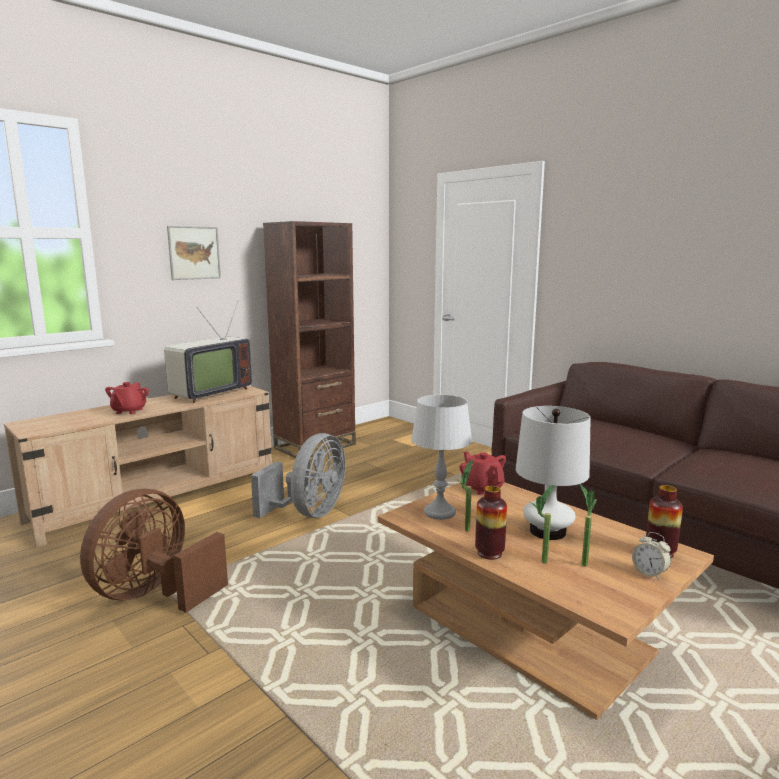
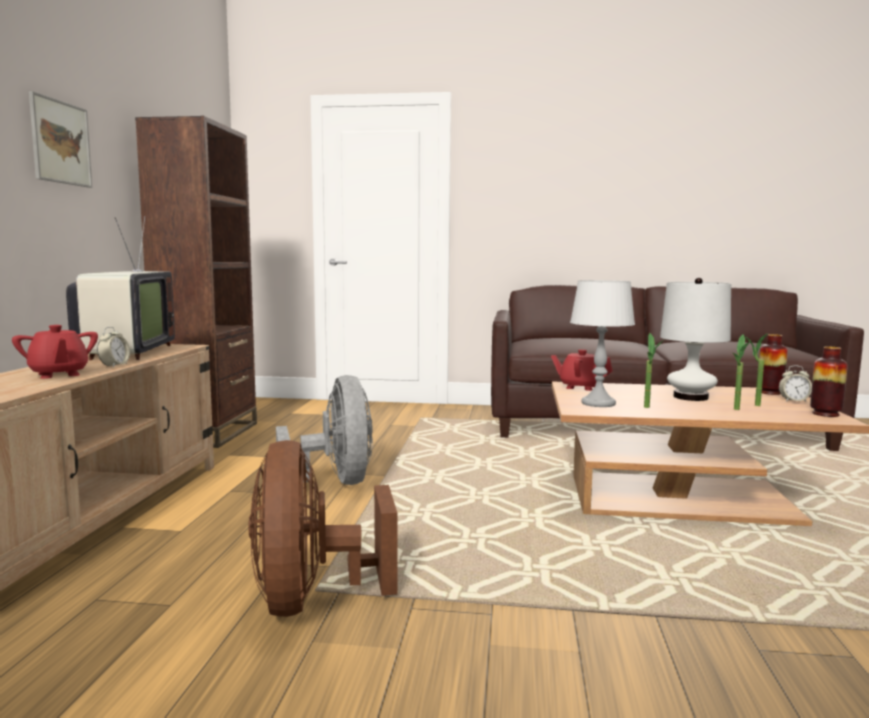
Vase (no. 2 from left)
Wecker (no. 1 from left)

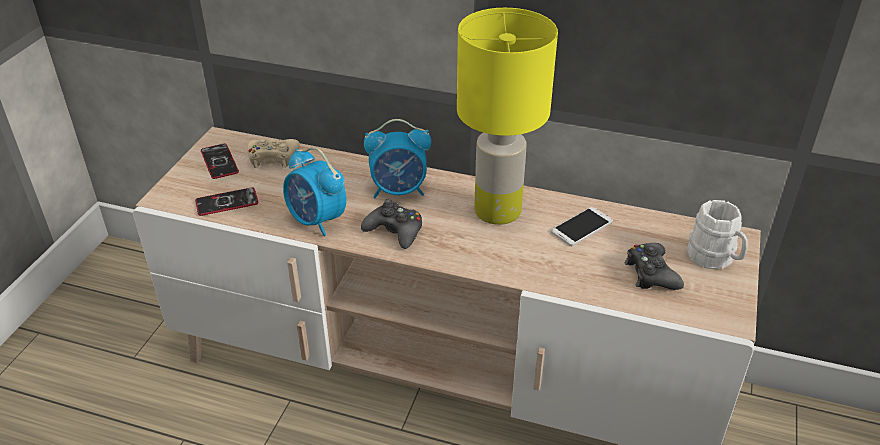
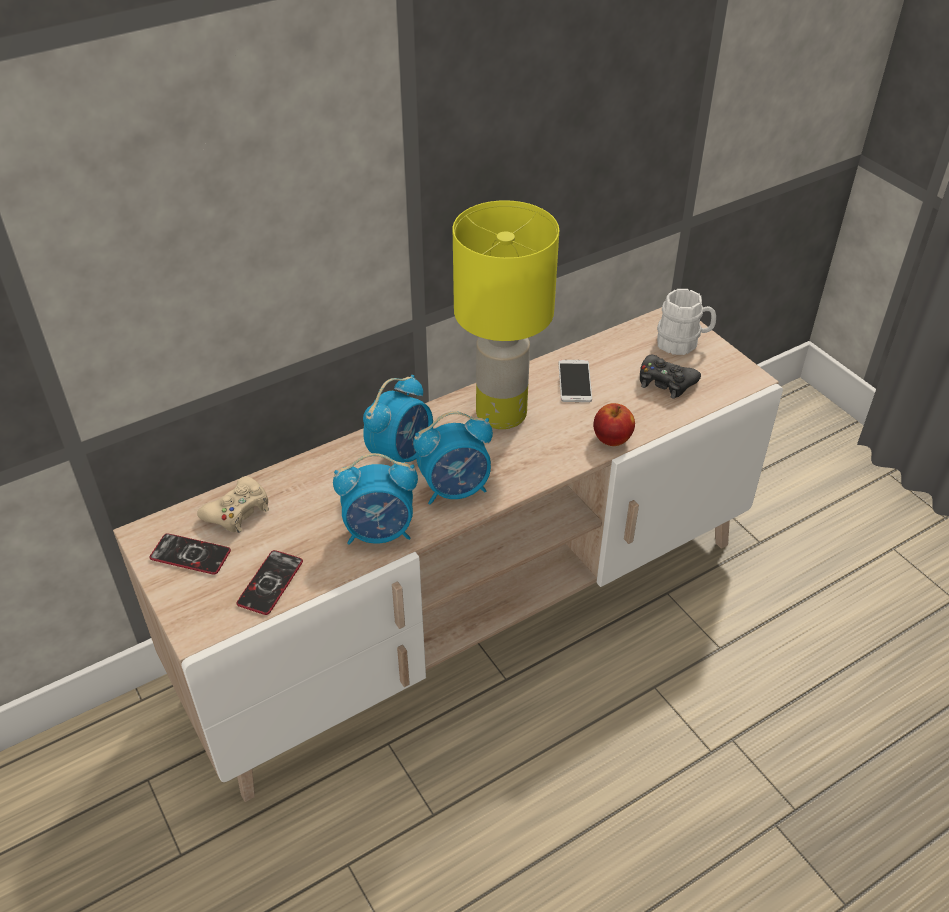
Wecker (no. 3 from left)
Apfel

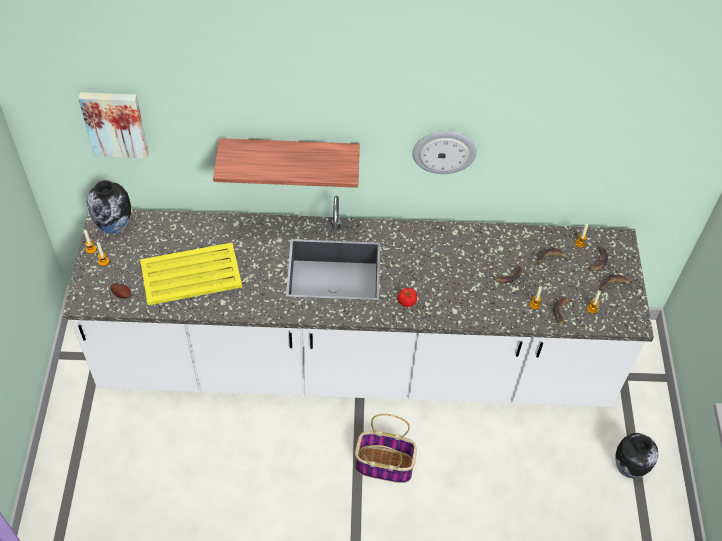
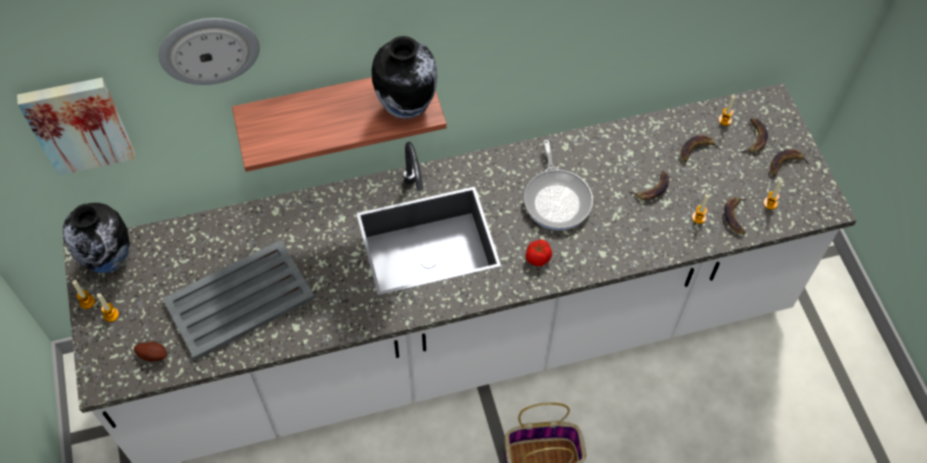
Tablett (grau)
Wanduhr
Vase (no. 2 from left)
Pfanne

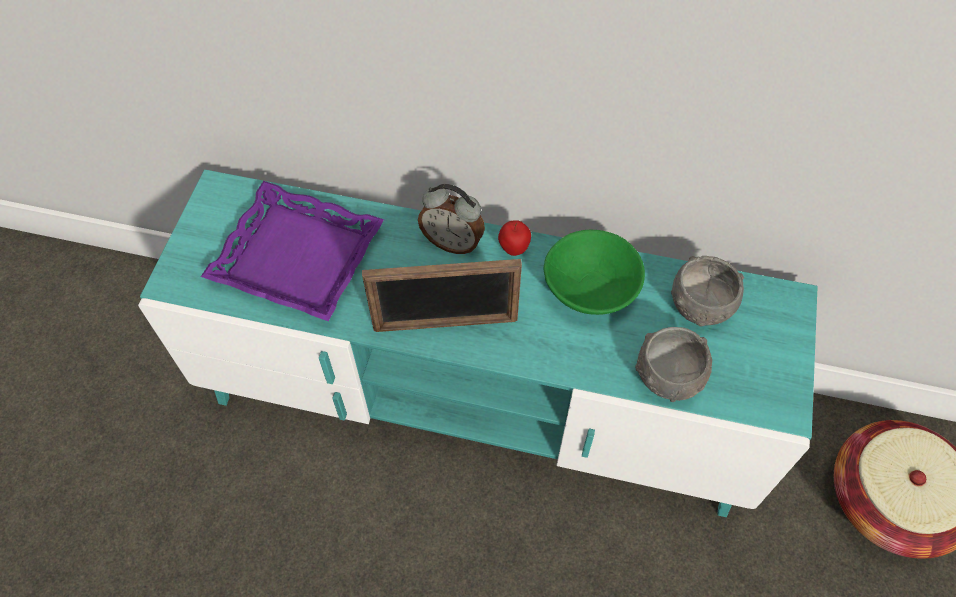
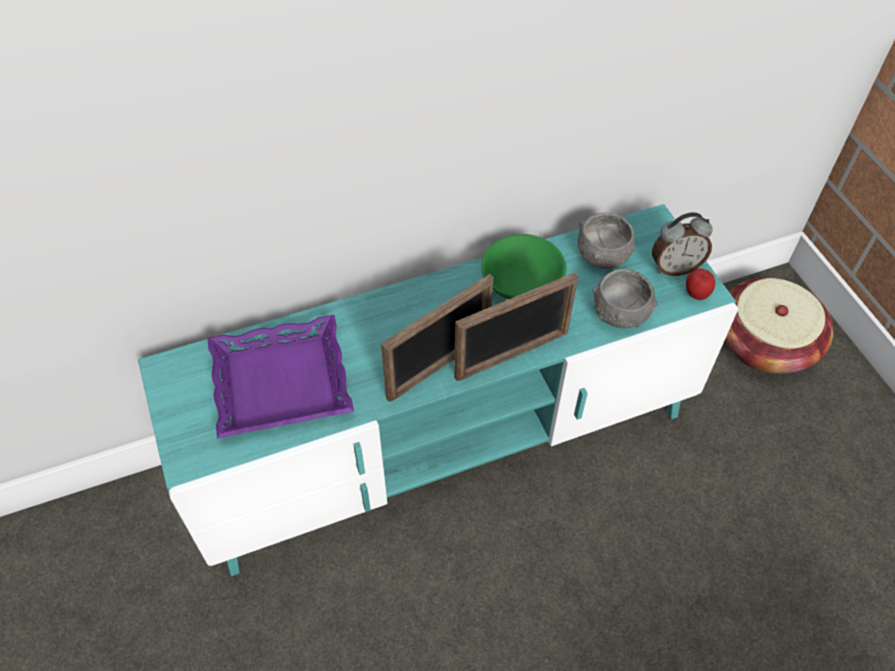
Wecker
Apfel
Bilderrahmen (no. 2 from left)

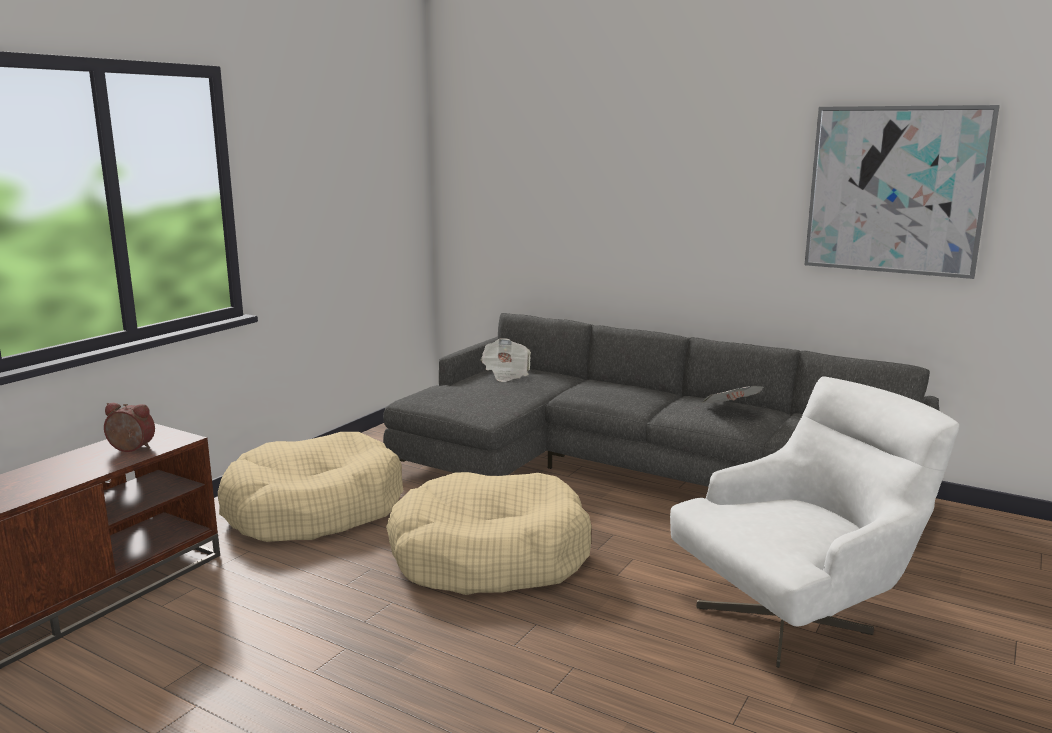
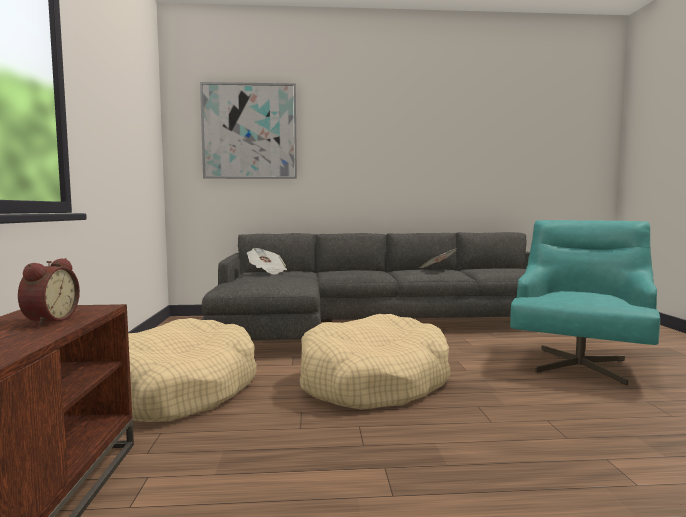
Wecker
Sessel (türkis)
Bild

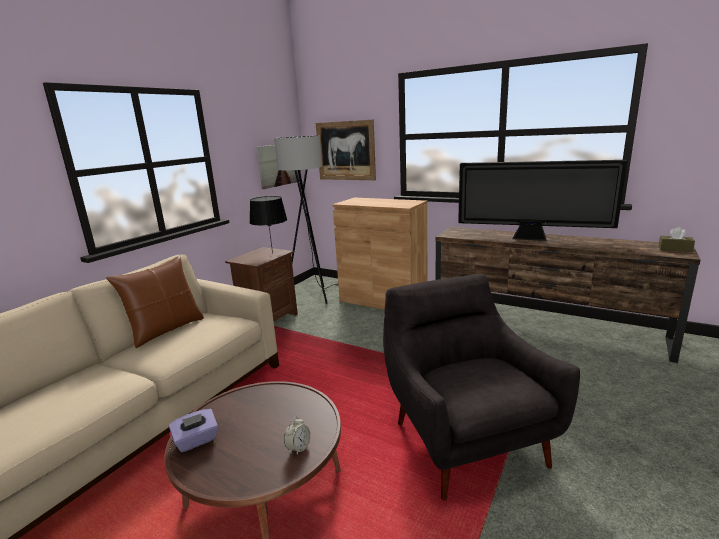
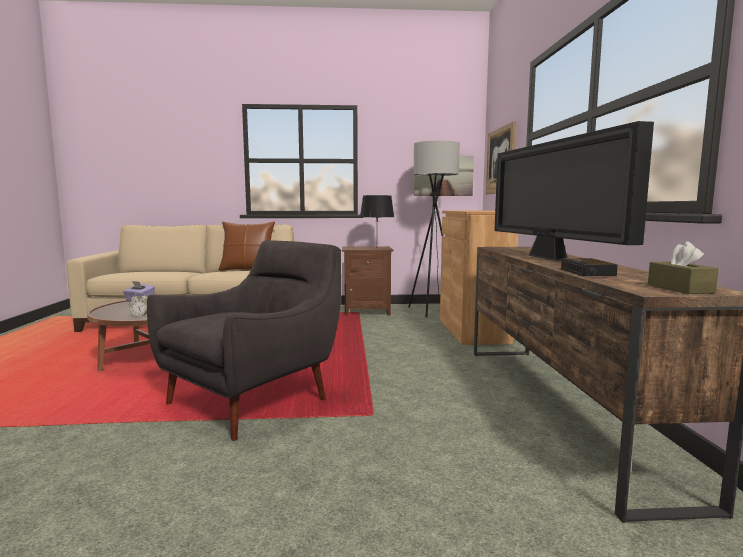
Wecker (no. 2 from left)

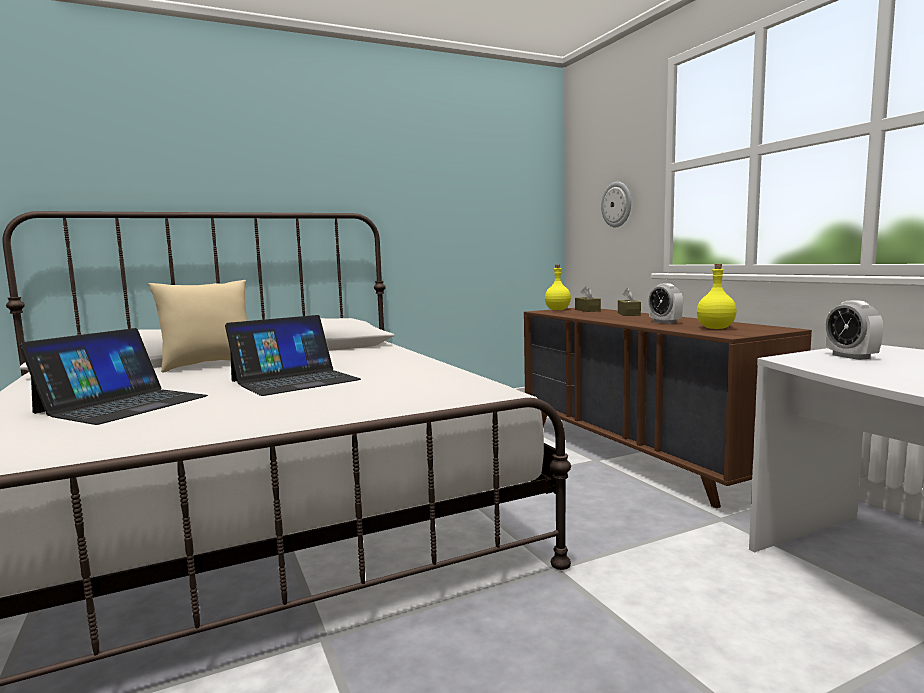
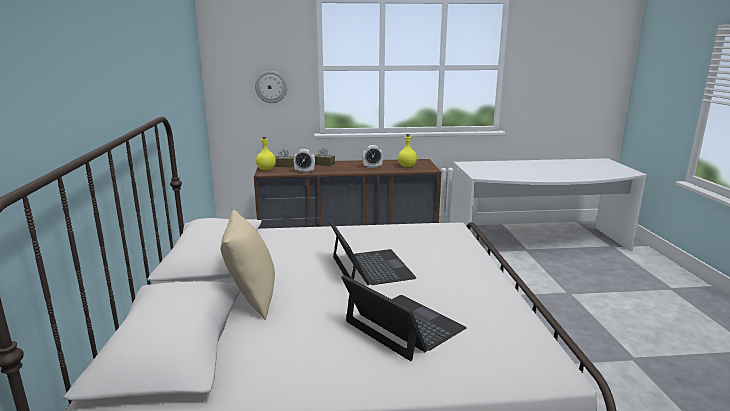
Wecker (no. 1 from left)

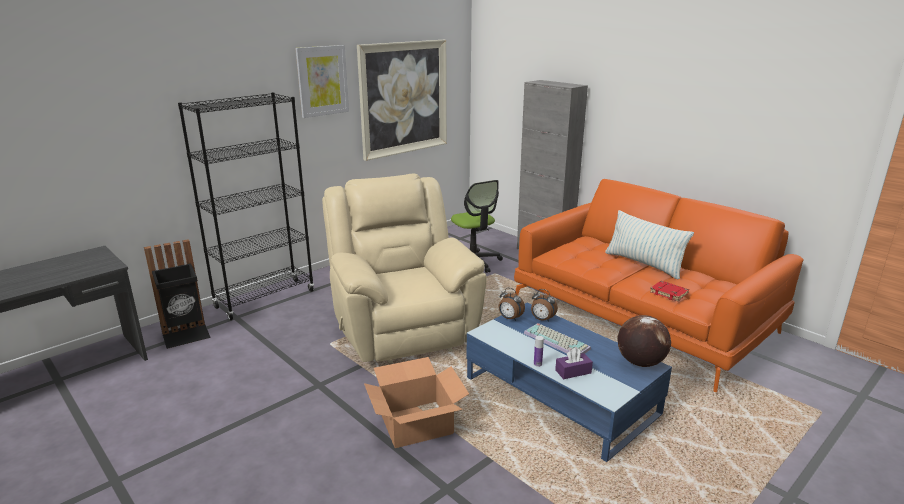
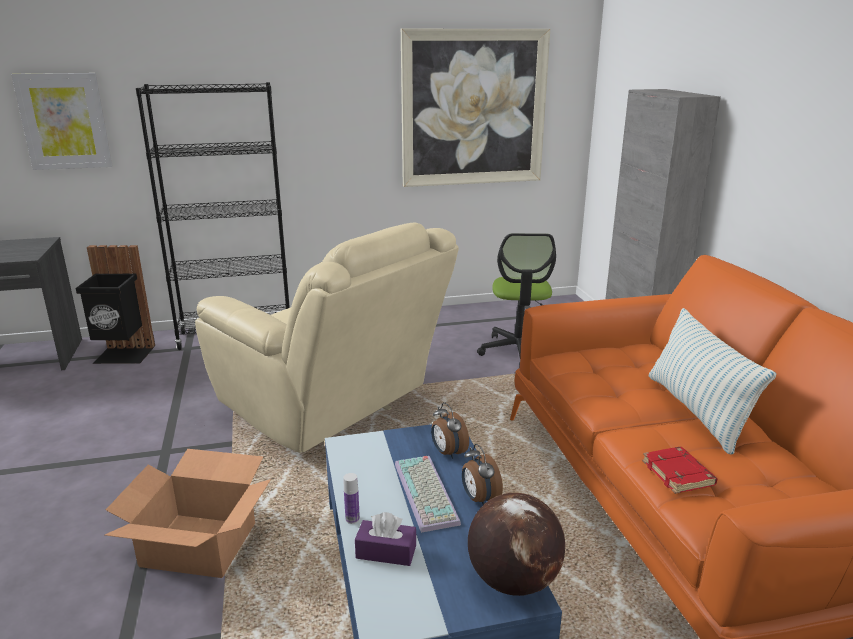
Bild (no. 1 from left)
Sessel (beige)
Wecker (no. 2 from left)

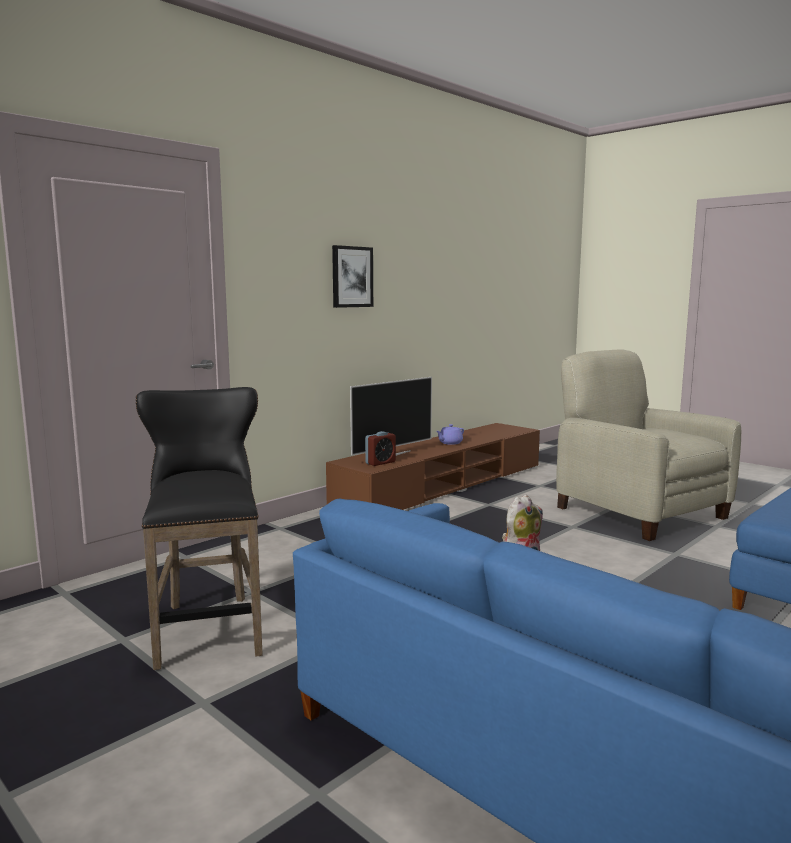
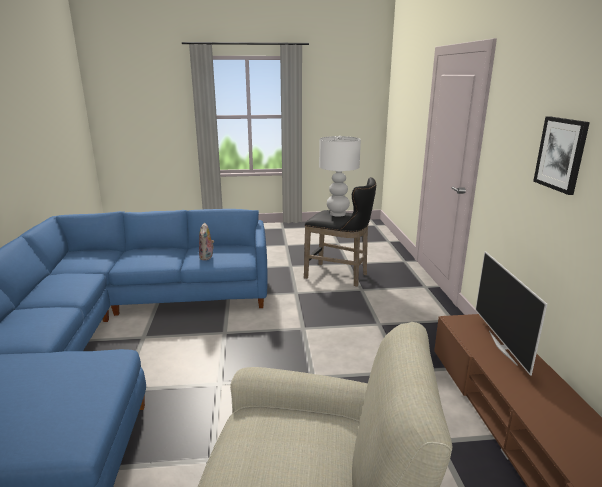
Wecker
Teekanne (lila)
Tischlampe (weiß)

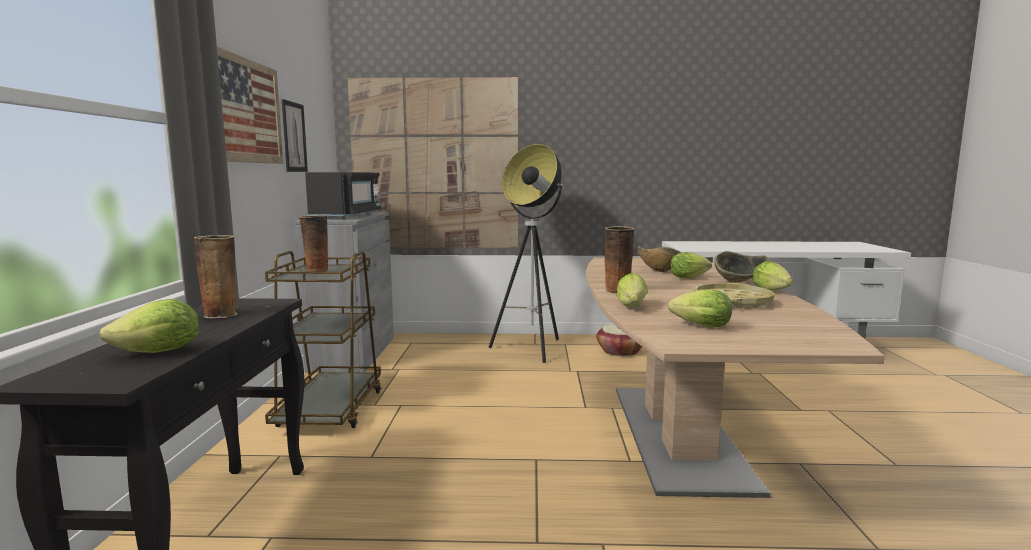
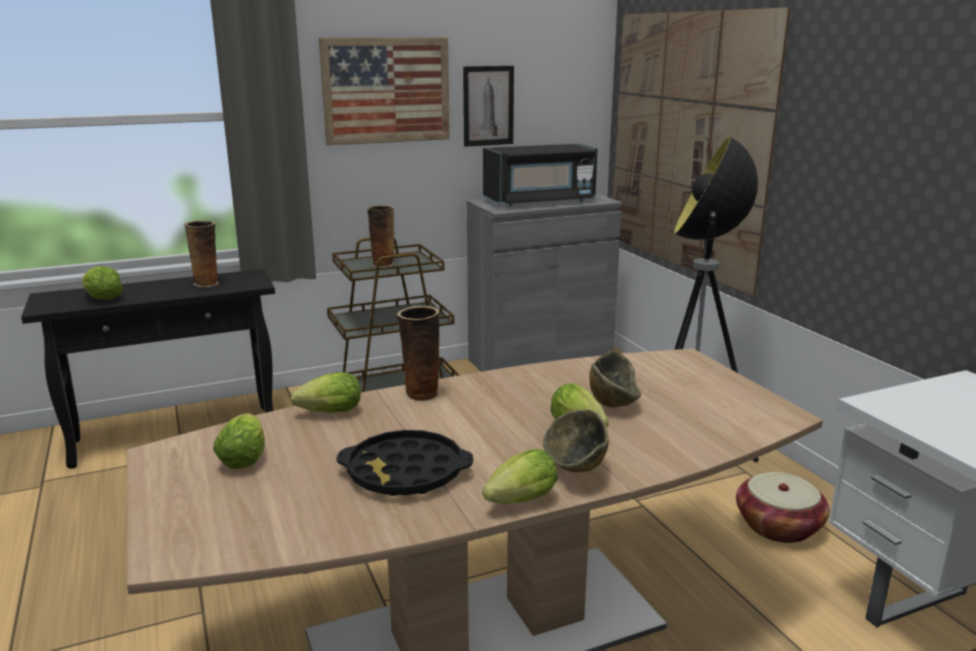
Tablett (schwarz)

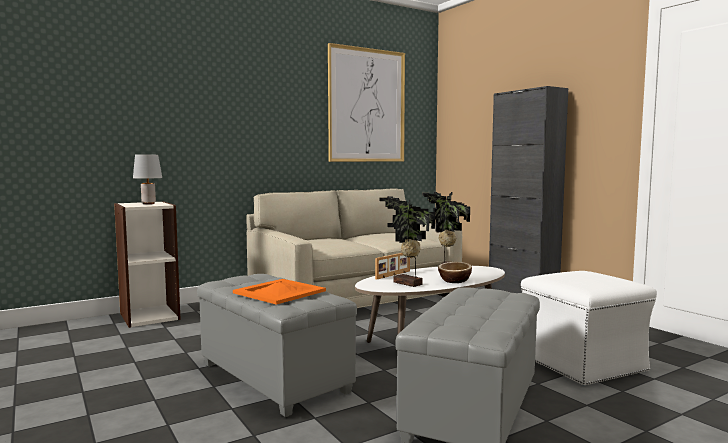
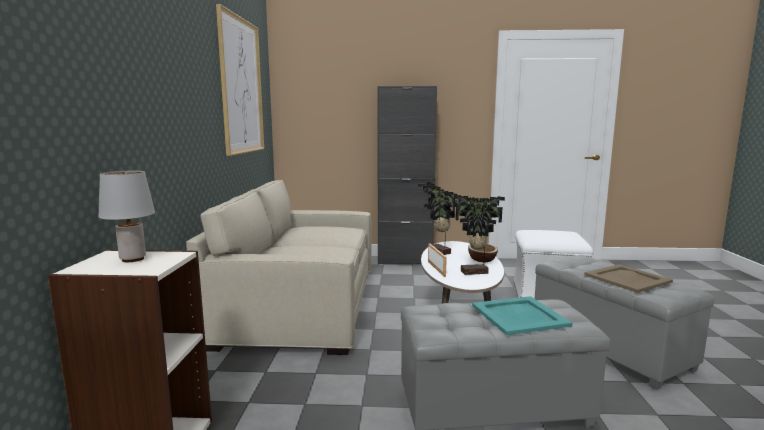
Tablett (türkis)
Tablett (beige)

